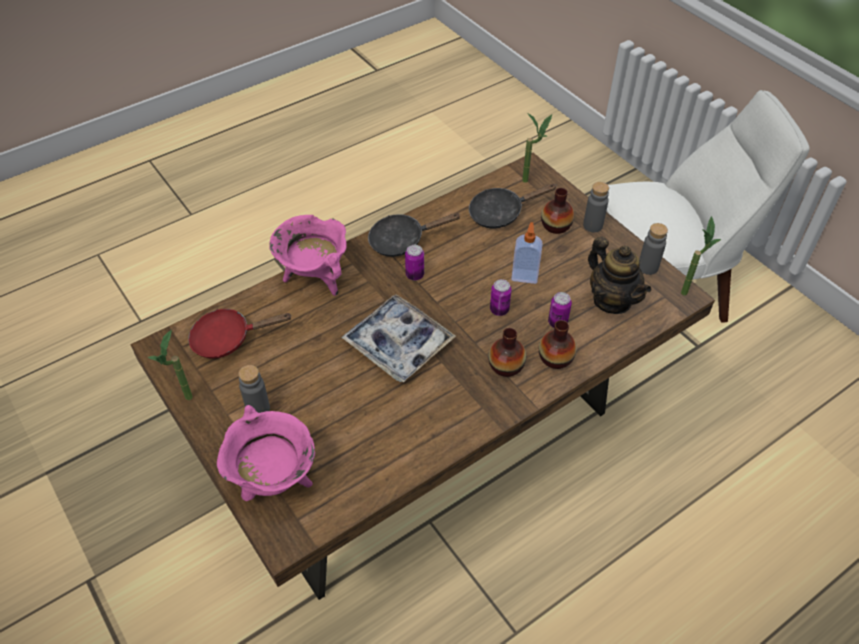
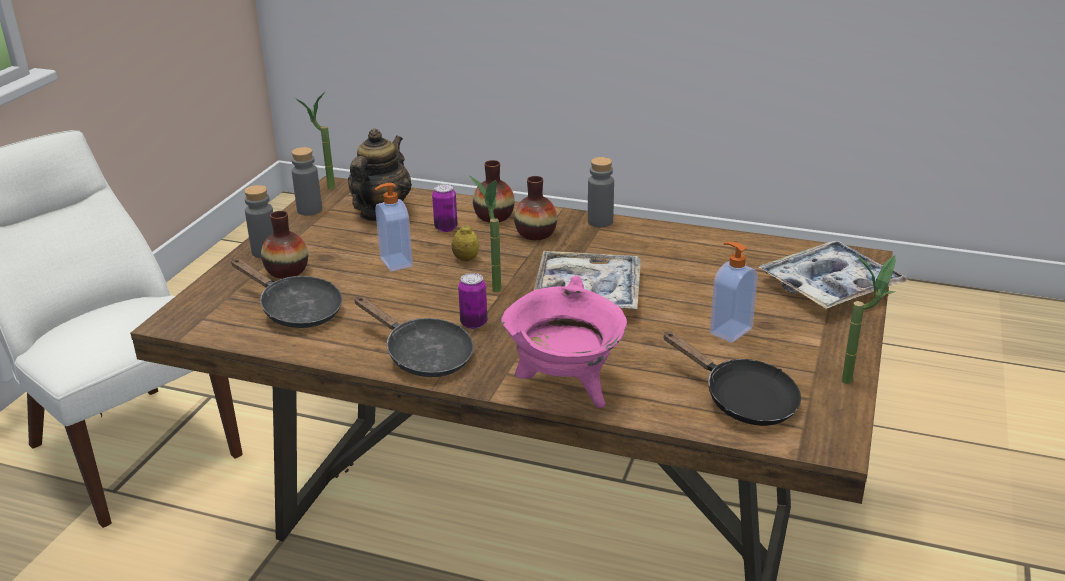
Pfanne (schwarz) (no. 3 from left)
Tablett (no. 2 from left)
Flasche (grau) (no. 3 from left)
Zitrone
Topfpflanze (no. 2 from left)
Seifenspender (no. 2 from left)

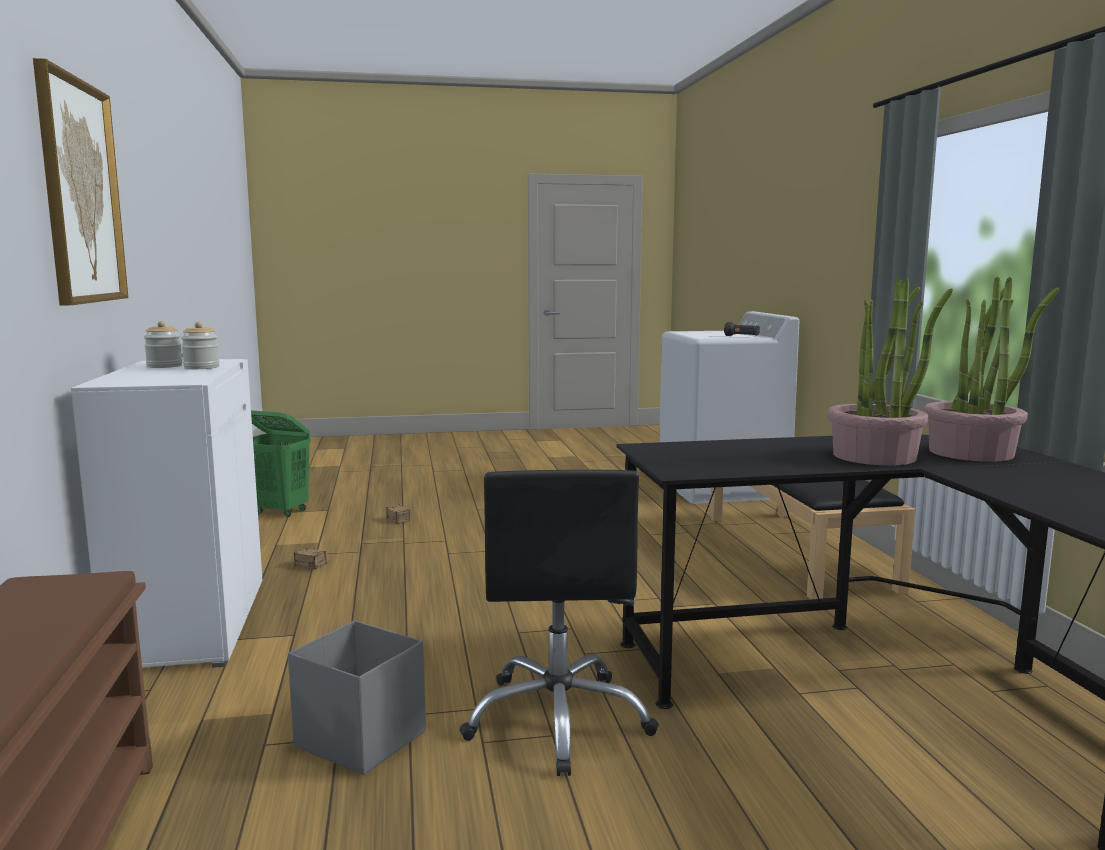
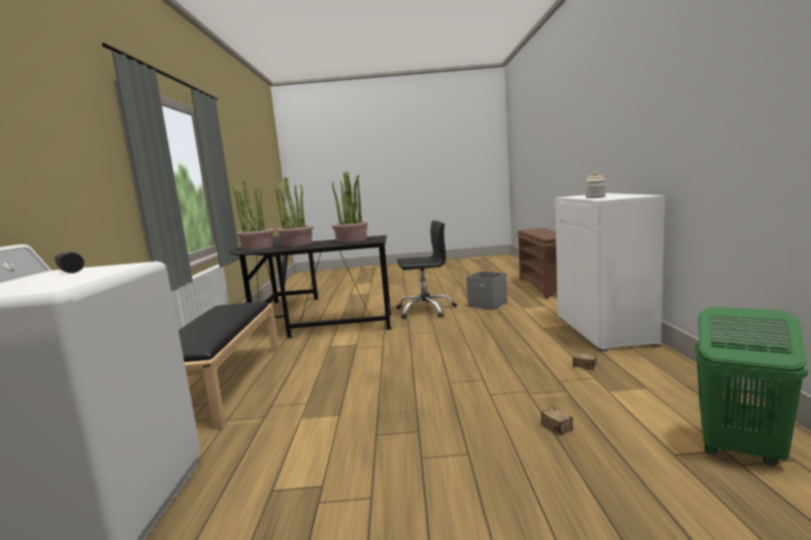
Bild
Vorratsglas (no. 1 from left in the first image)
Bürostuhl (schwarz)
Topfpflanze (no. 3 from left)

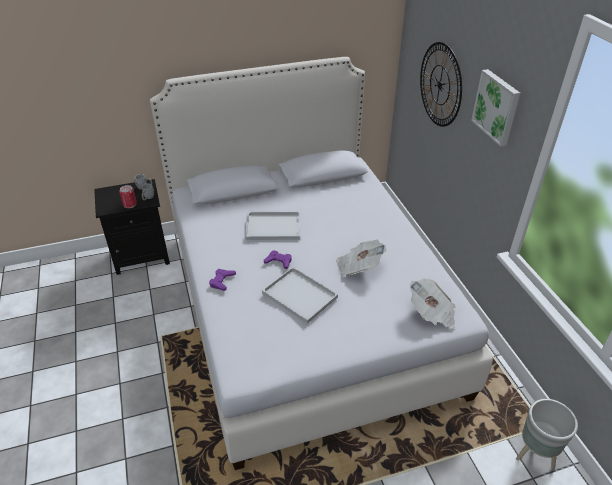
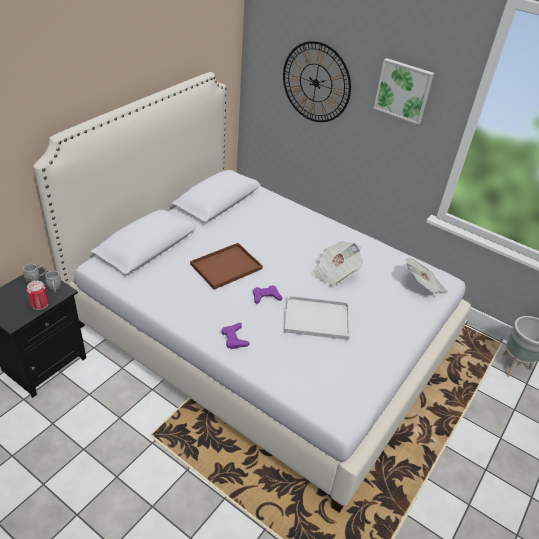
Tablett (braun)

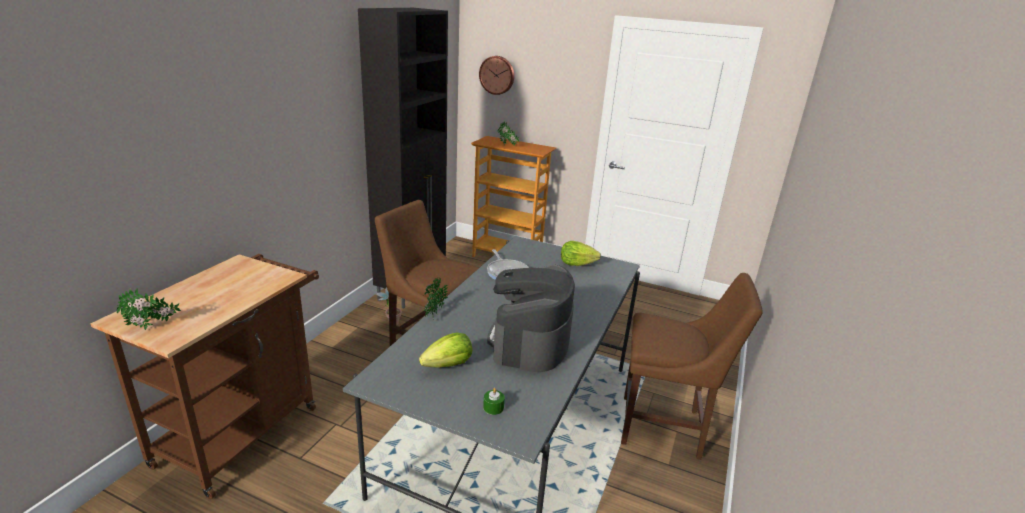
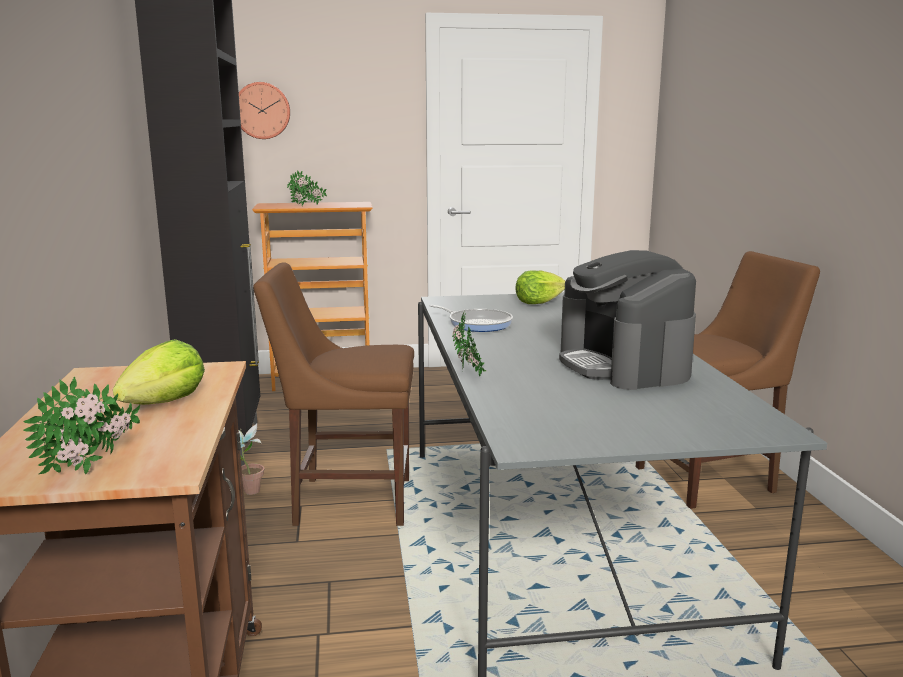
Salatkopf (no. 1 from left)
Kerze (grün)

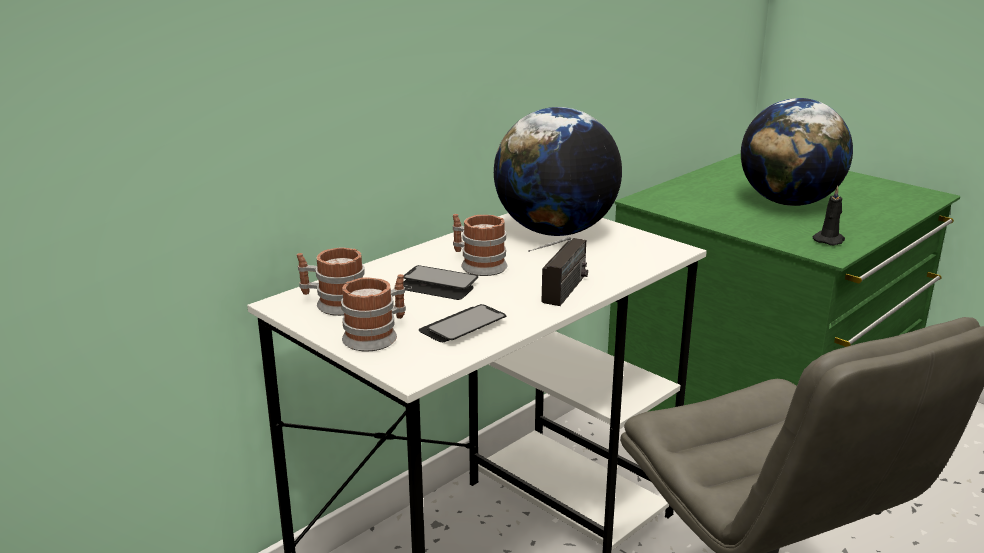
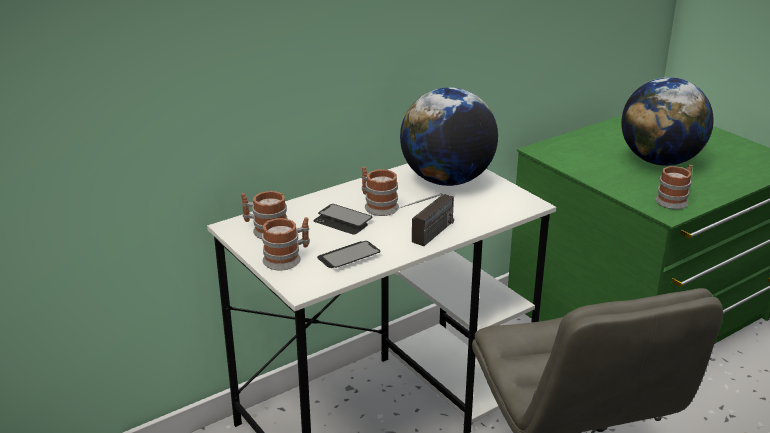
Henkelbecher (no. 4 from left)

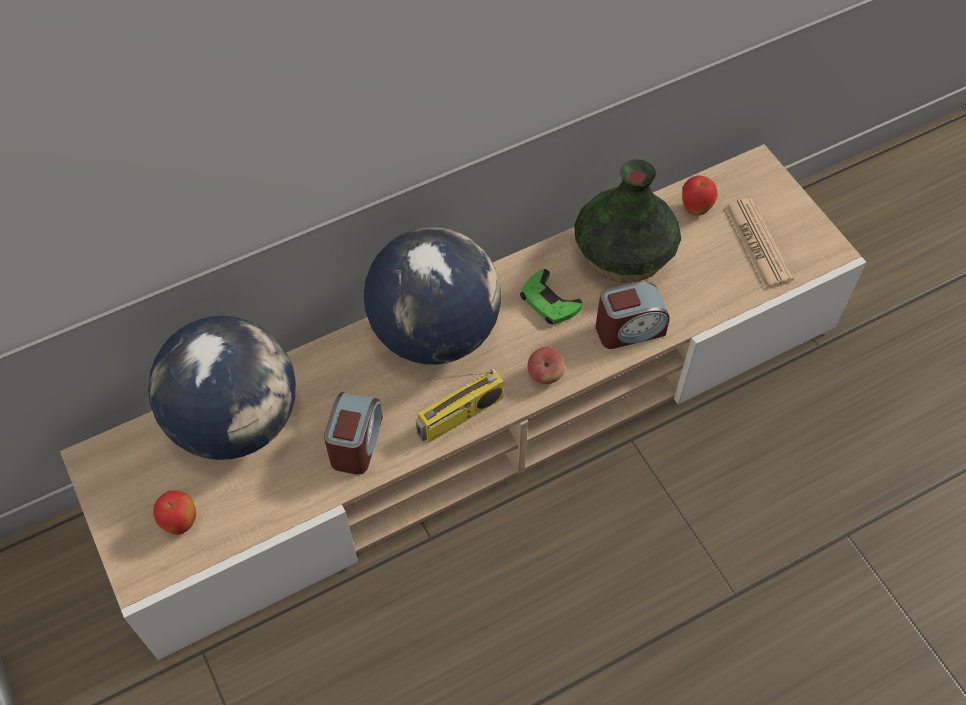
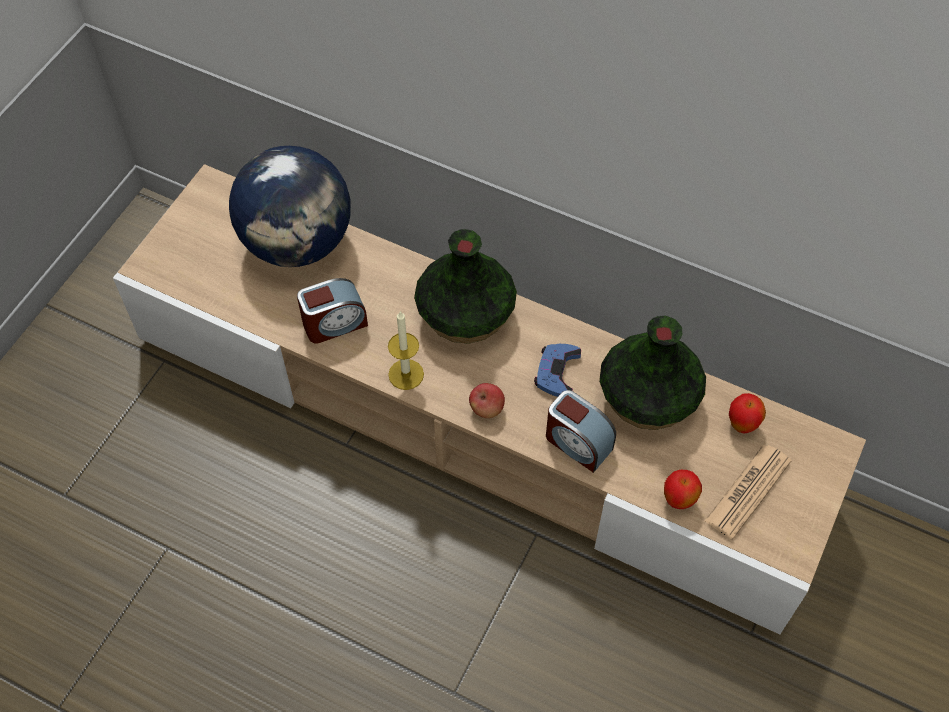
Apfel (no. 2 from left)
Vase (no. 1 from left)
Kerze
Gamepad (blau)

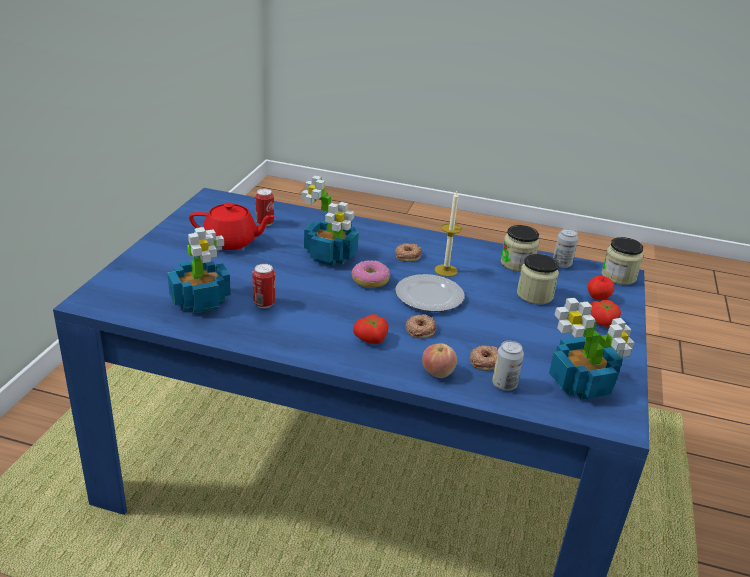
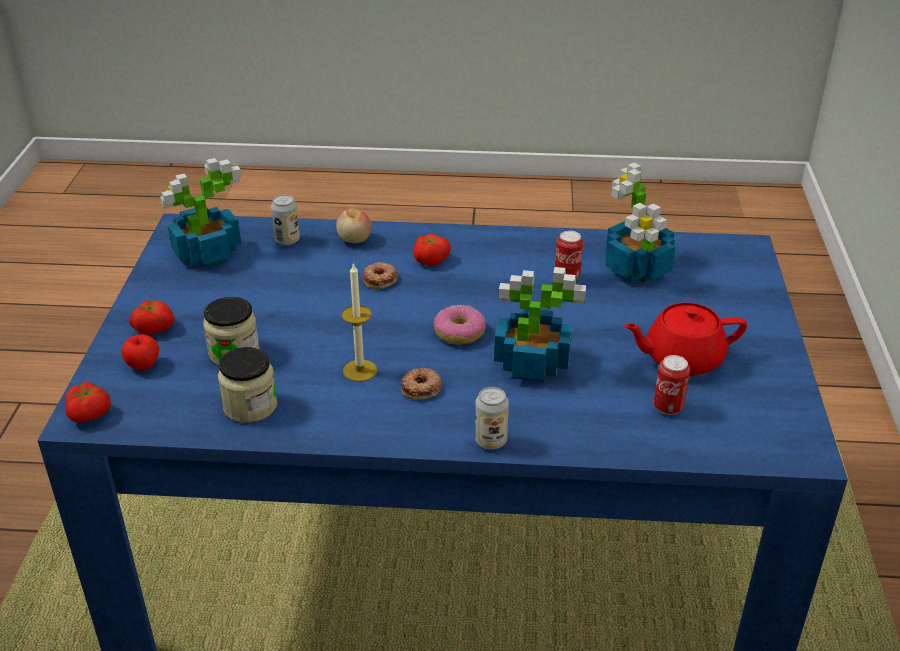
Teller
Donut (no. 4 from left in the first image)
Dose (no. 2 from left)
Tomate (no. 1 from left)

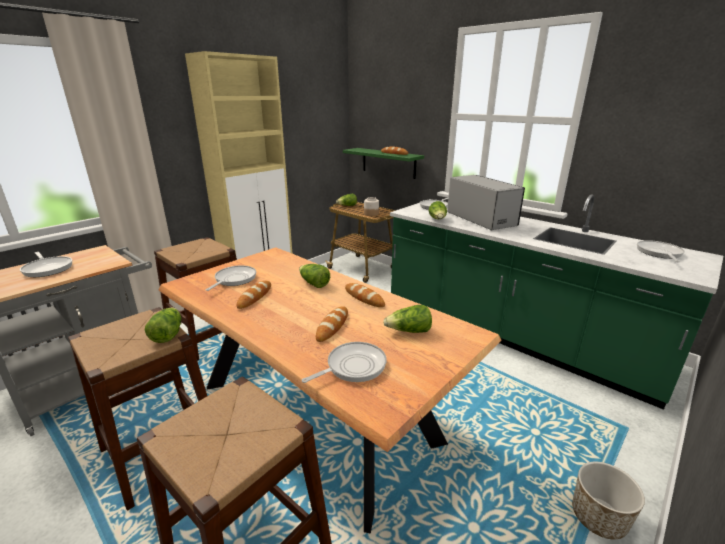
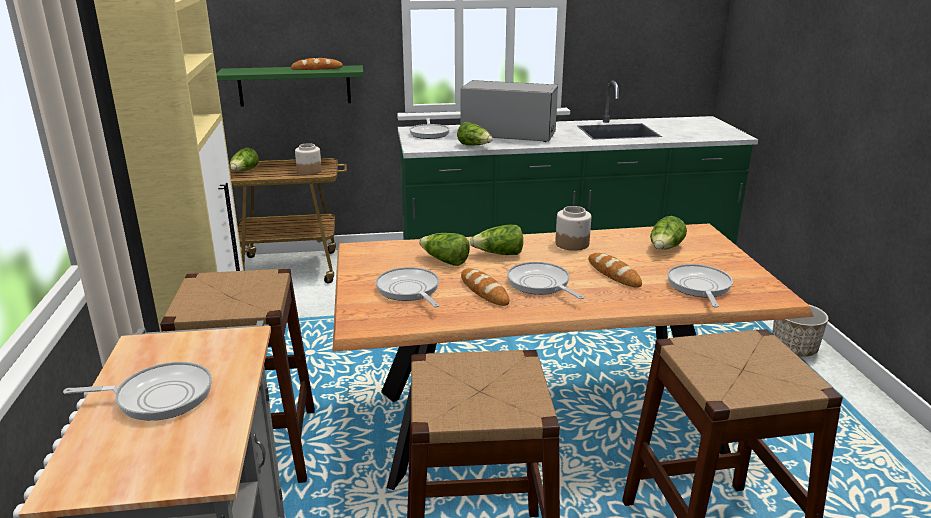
Salatkopf (no. 2 from left)
Vorratsglas (no. 2 from left)
Pfanne (no. 4 from left)

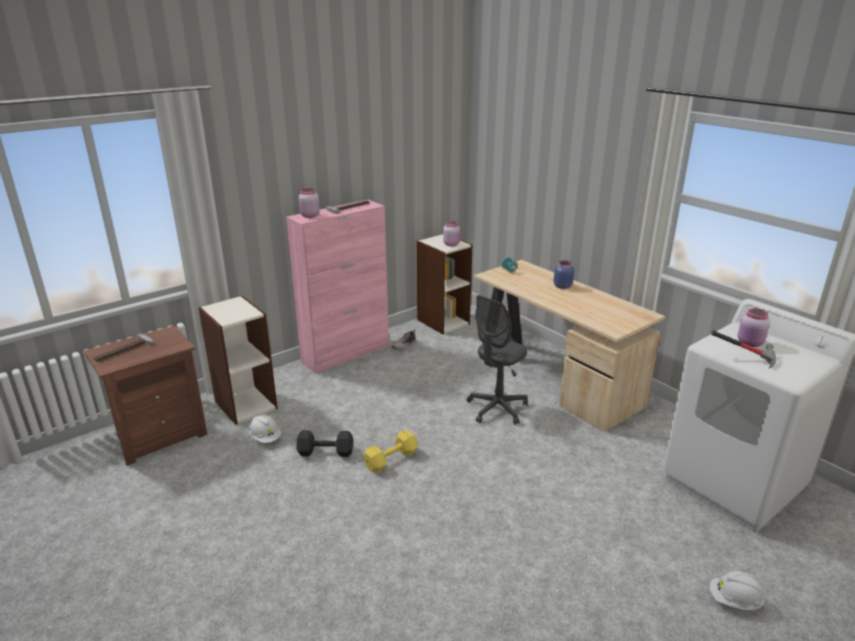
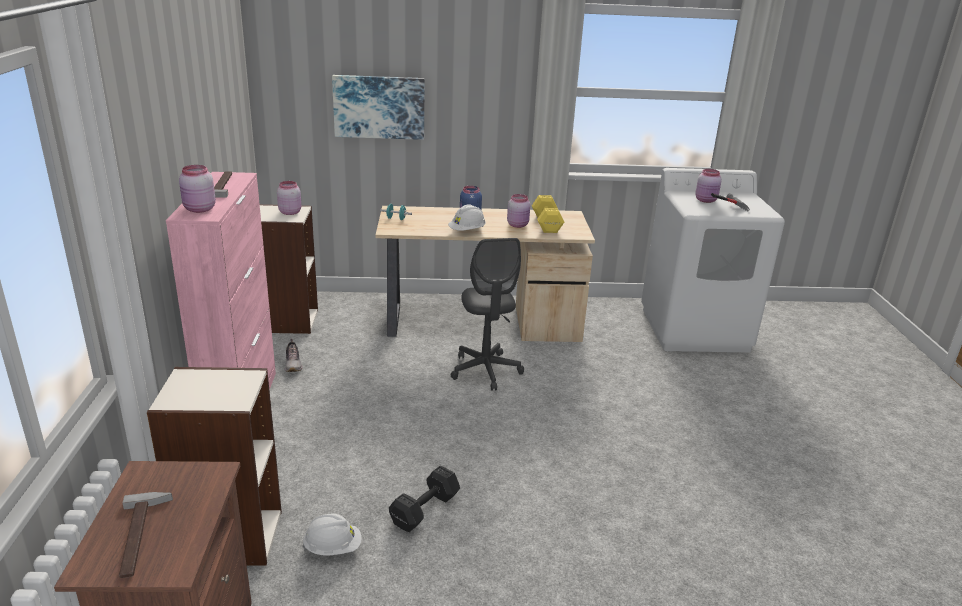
Hantel (gelb)
Schutzhelm (weiß) (no. 2 from left)
Bild
Vorratsglas (rosa) (no. 3 from left)

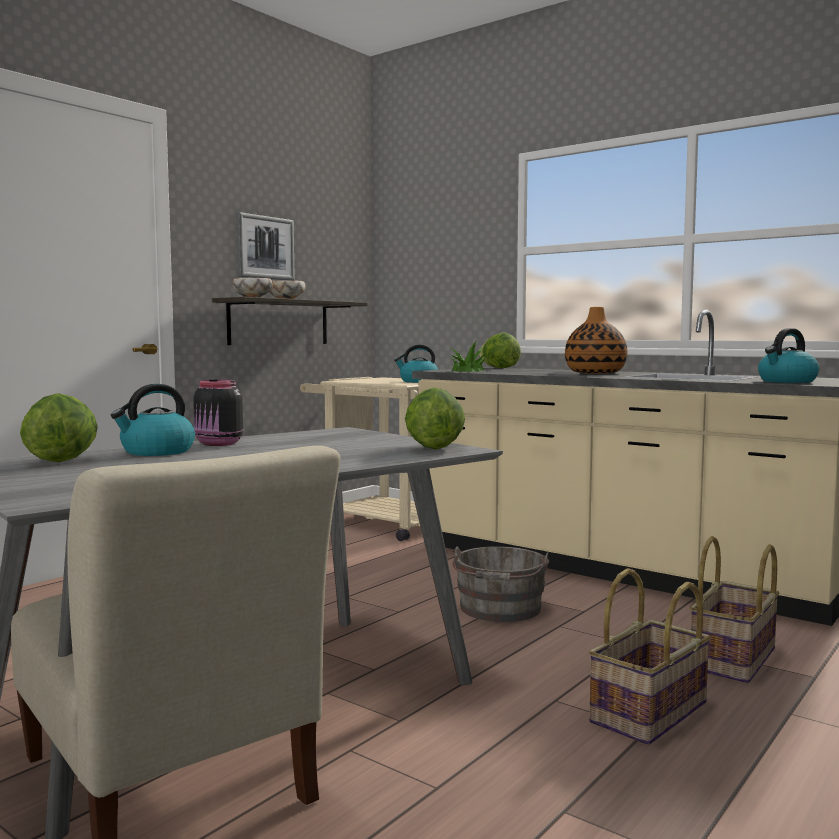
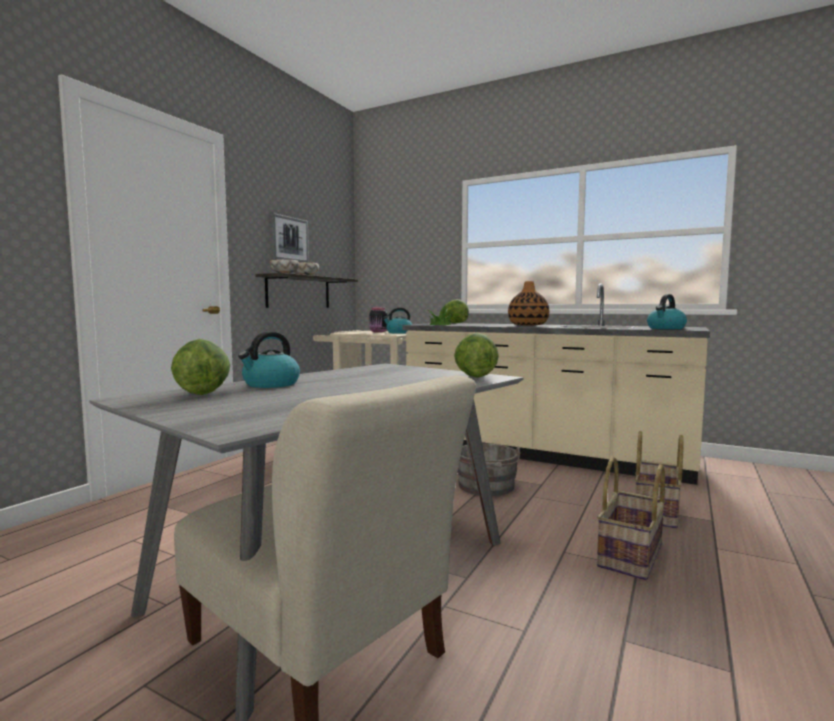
Vorratsglas (schwarz)

